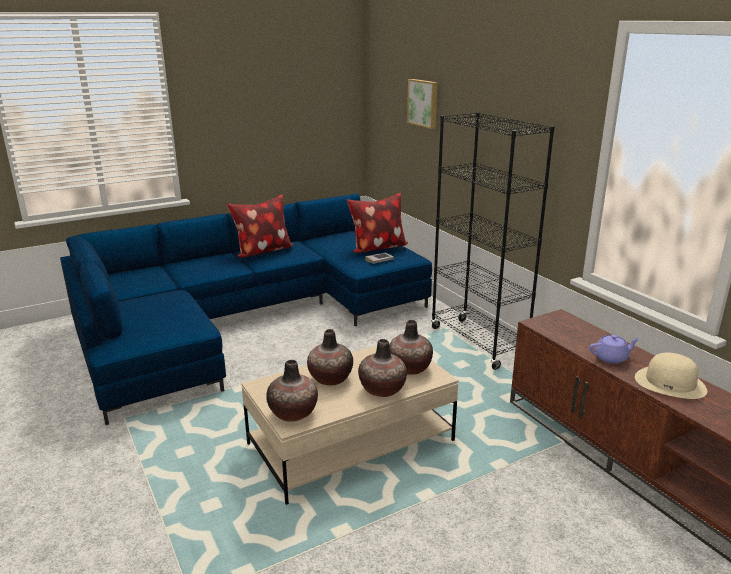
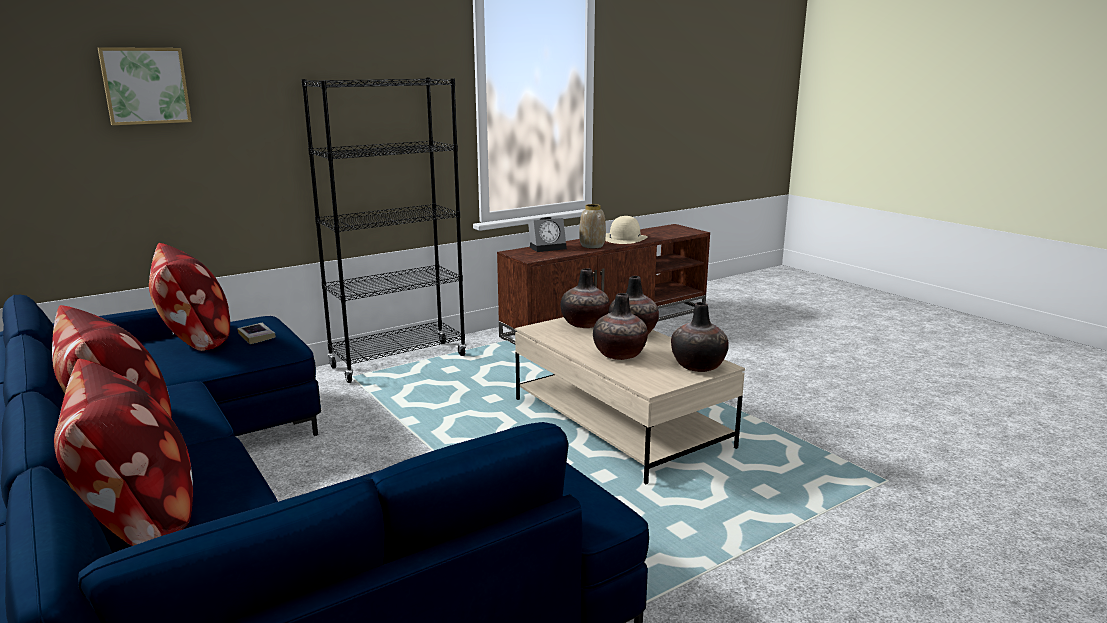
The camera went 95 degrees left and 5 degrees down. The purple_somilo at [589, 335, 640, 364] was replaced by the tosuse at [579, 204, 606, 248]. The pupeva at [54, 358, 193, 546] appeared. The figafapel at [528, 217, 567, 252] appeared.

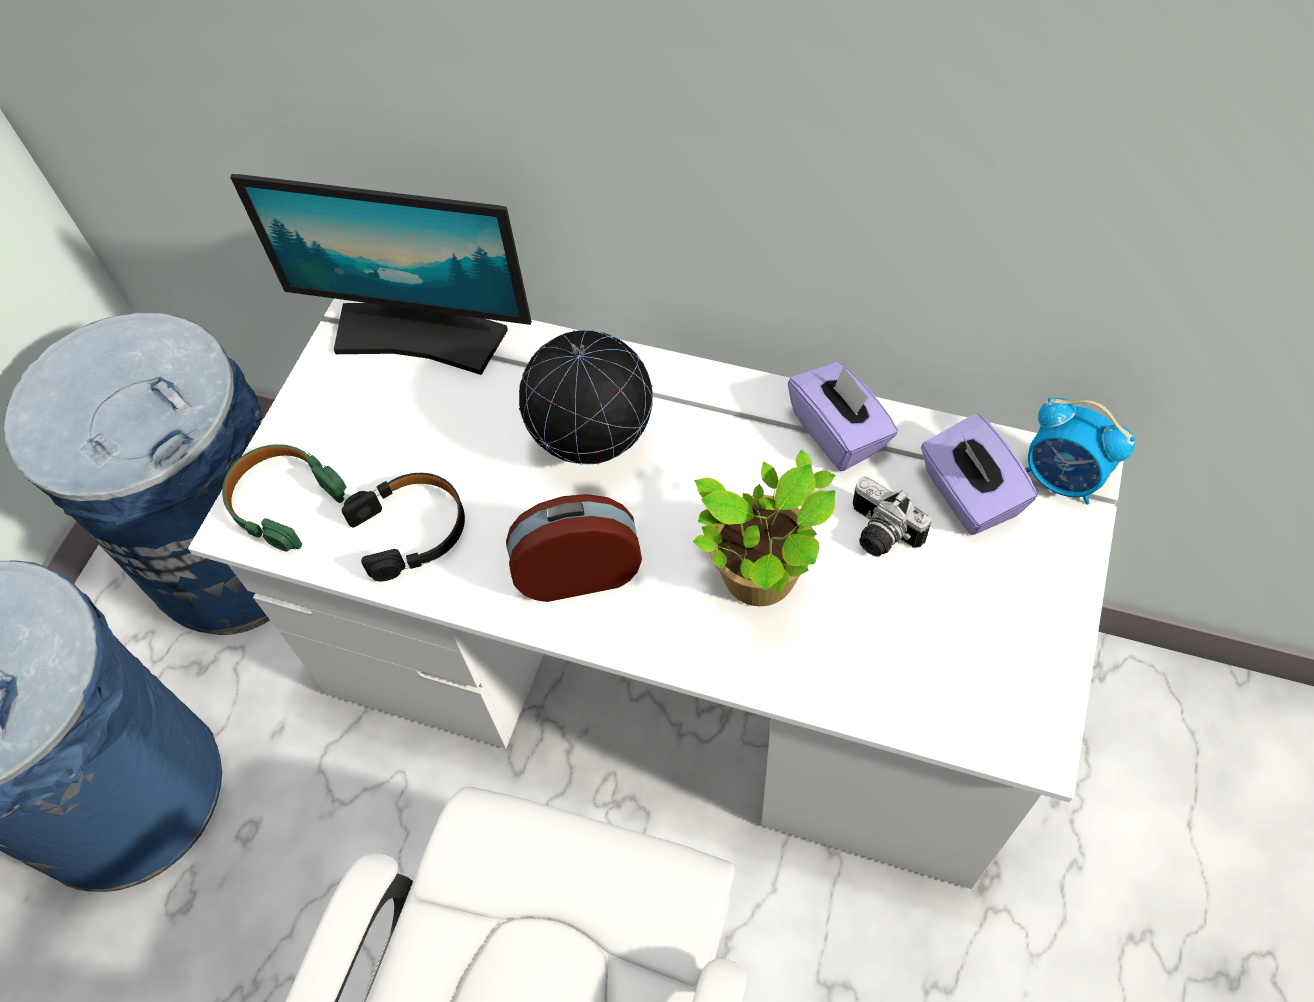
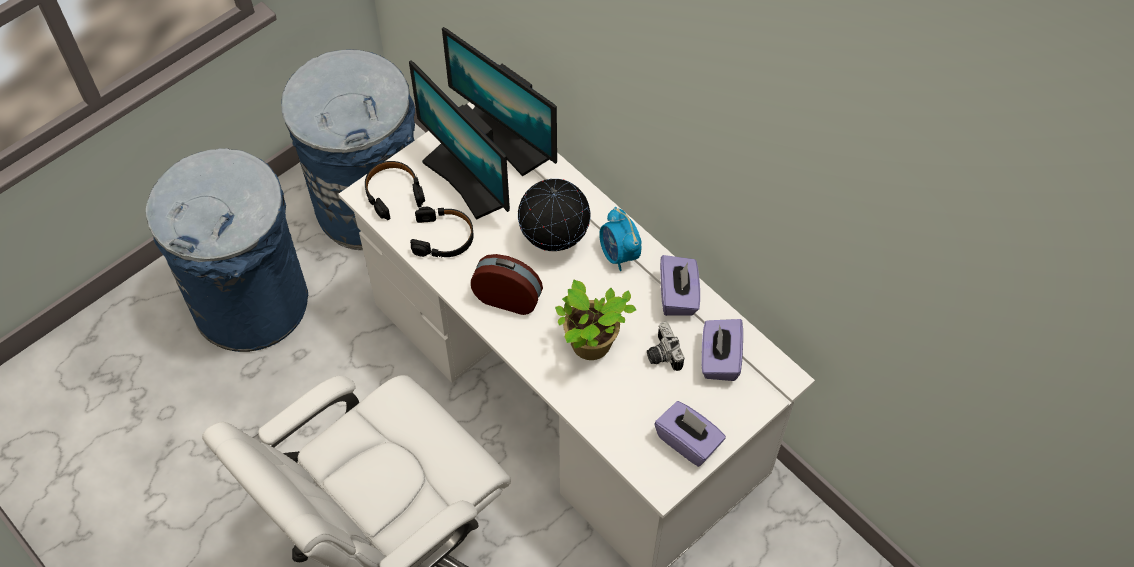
The camera went 25 degrees right and 0 degrees up. The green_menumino at [222, 444, 346, 551] became the black_menumino at [365, 161, 425, 220]. The figafapel moved from [1025, 397, 1136, 504] to [599, 207, 642, 271]. The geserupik at [409, 60, 510, 220] appeared. The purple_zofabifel at [654, 401, 726, 467] appeared.

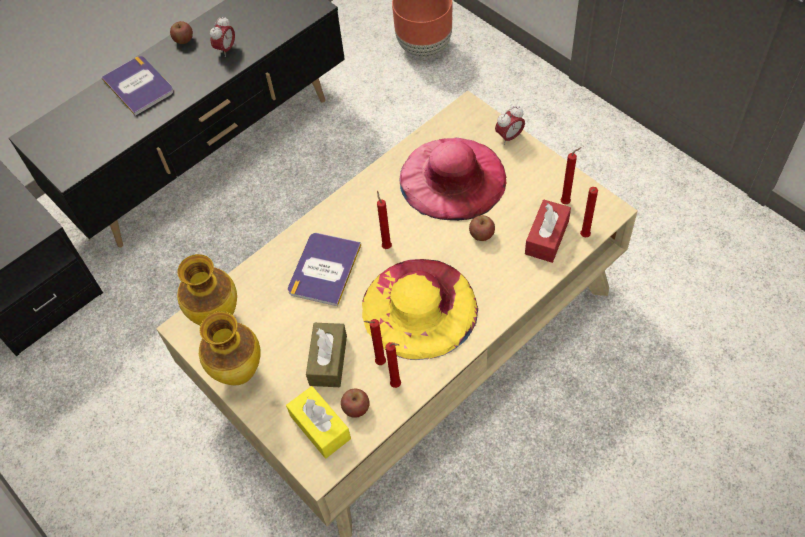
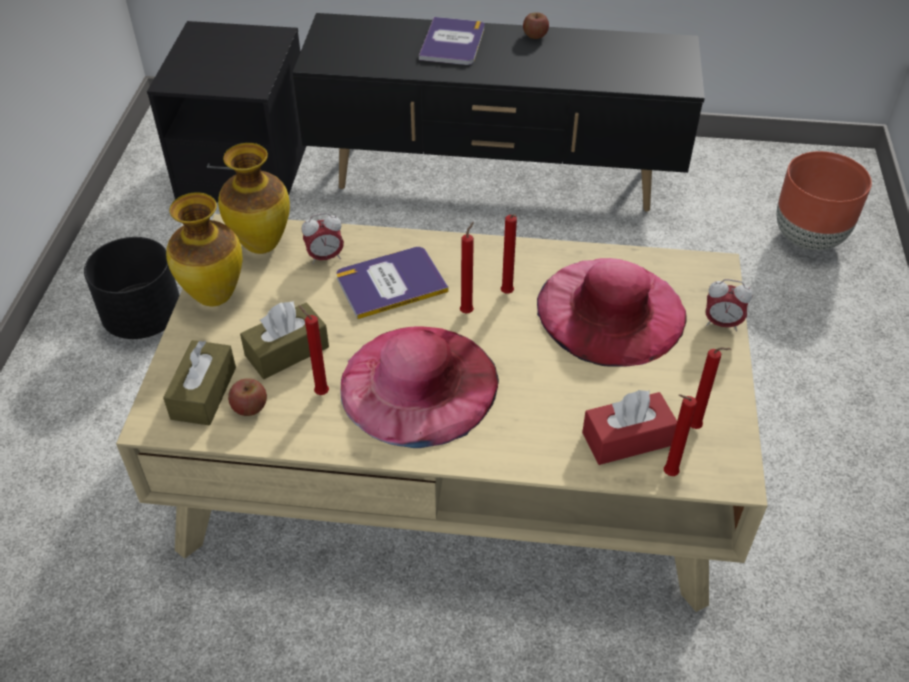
The camera went 45 degrees right and 10 degrees down. The figafapel moved from [210, 16, 235, 57] to [302, 213, 344, 265]. The yellow_zofabifel at [286, 386, 351, 458] became the brown_zofabifel at [163, 340, 236, 425]. The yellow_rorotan at [362, 259, 478, 360] became the pink_rorotan at [341, 326, 499, 448]. The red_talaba moved from [385, 342, 401, 388] to [501, 214, 517, 293]. The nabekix at [469, 215, 495, 241] disappeared. The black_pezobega at [84, 237, 180, 339] appeared.

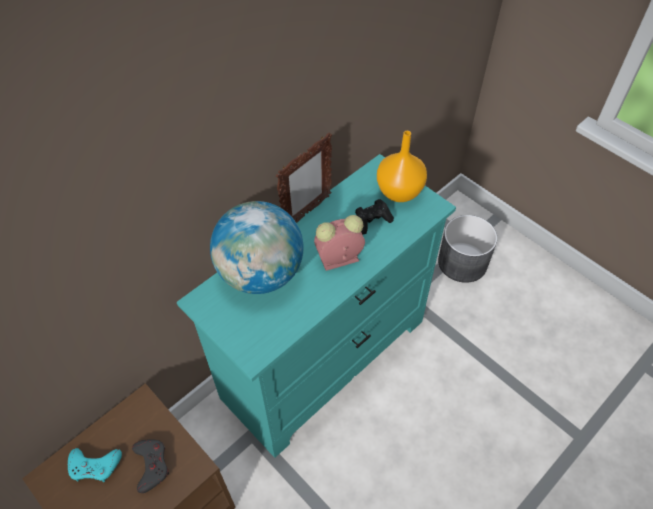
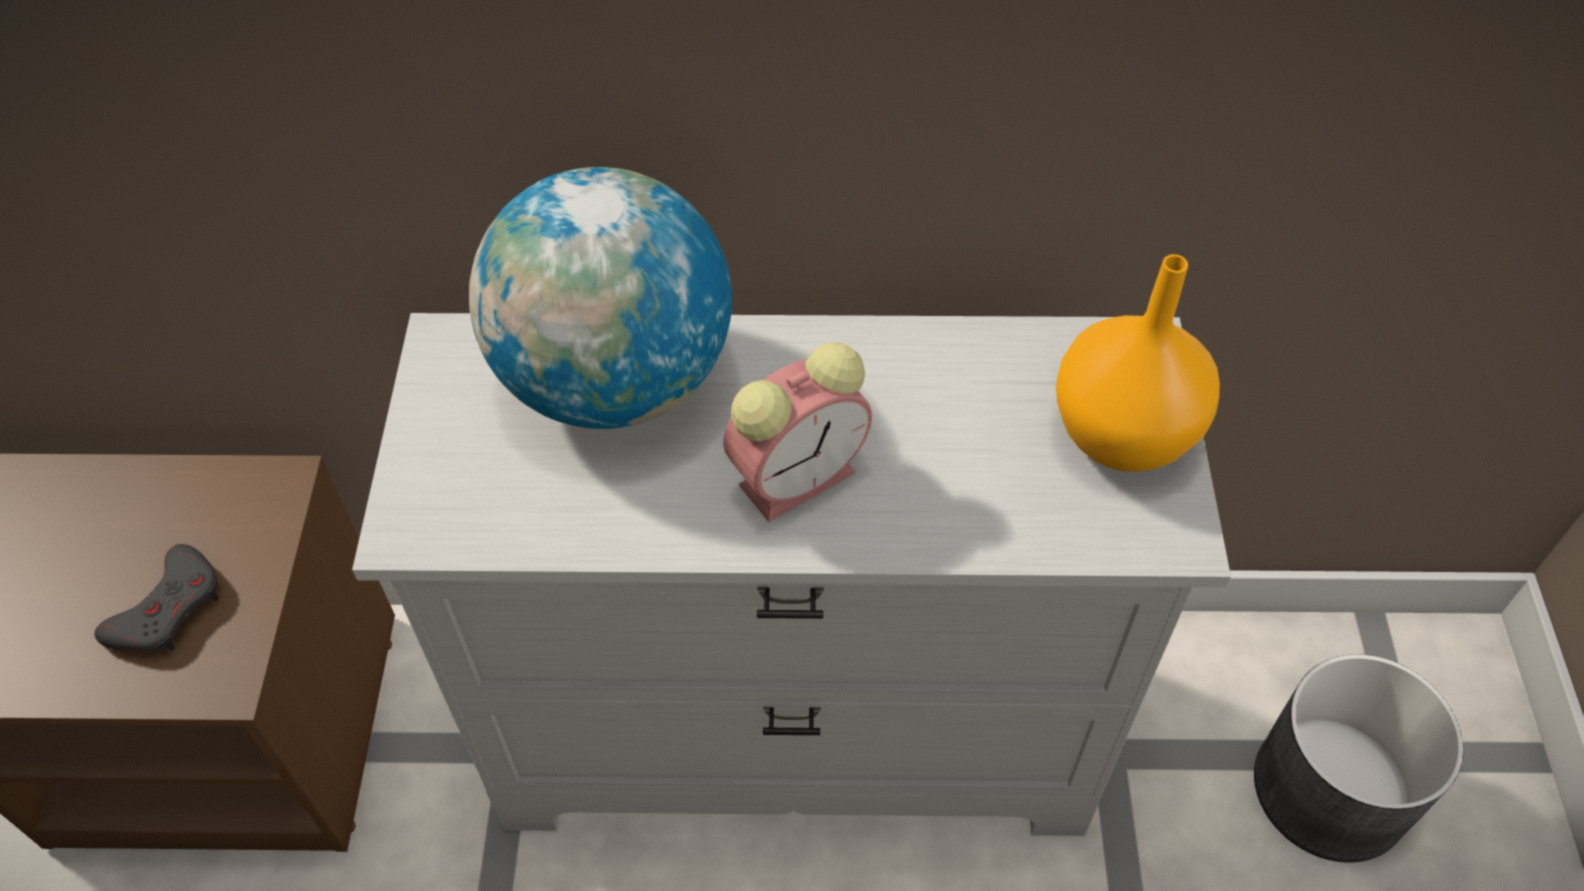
The camera went 45 degrees right and 0 degrees up. The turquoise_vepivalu at [68, 448, 122, 482] disappeared. The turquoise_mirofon at [177, 154, 456, 458] became the white_mirofon at [352, 313, 1231, 836]. The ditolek at [276, 132, 332, 223] disappeared. The figafapel at [314, 215, 365, 271] turned 120 degrees clockwise. The black_vepivalu at [355, 199, 394, 235] disappeared.

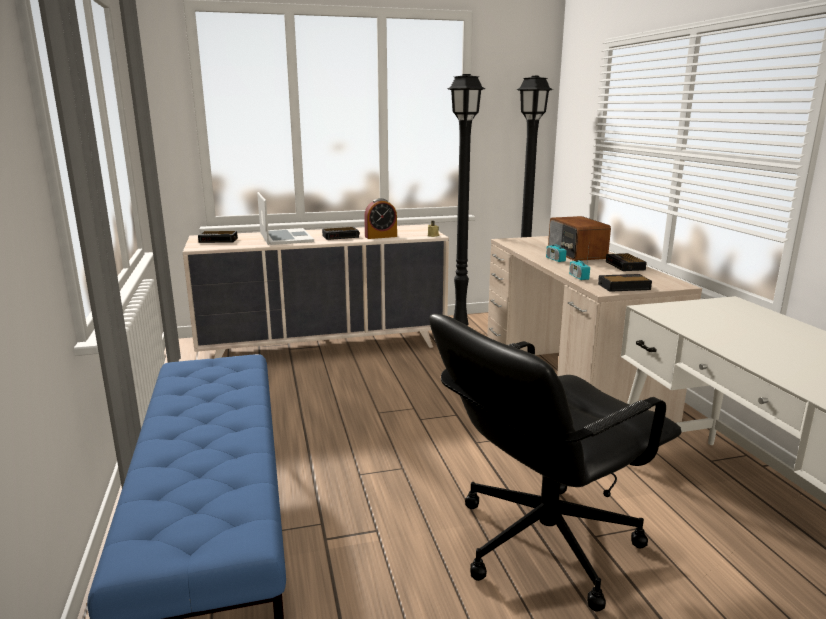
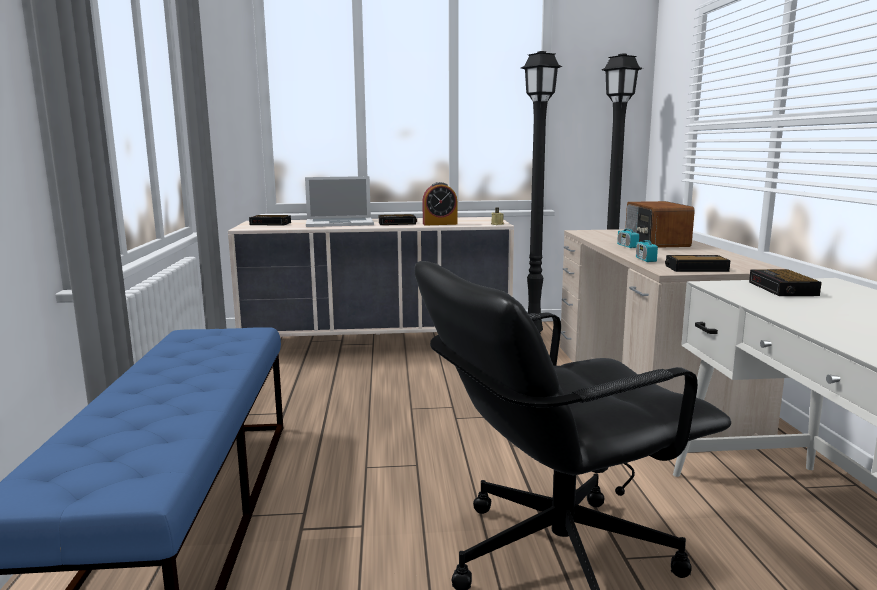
The camera went 10 degrees right and 5 degrees down. The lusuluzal at [257, 192, 314, 245] turned 90 degrees clockwise. The figafapel moved from [606, 253, 647, 271] to [749, 269, 822, 296].

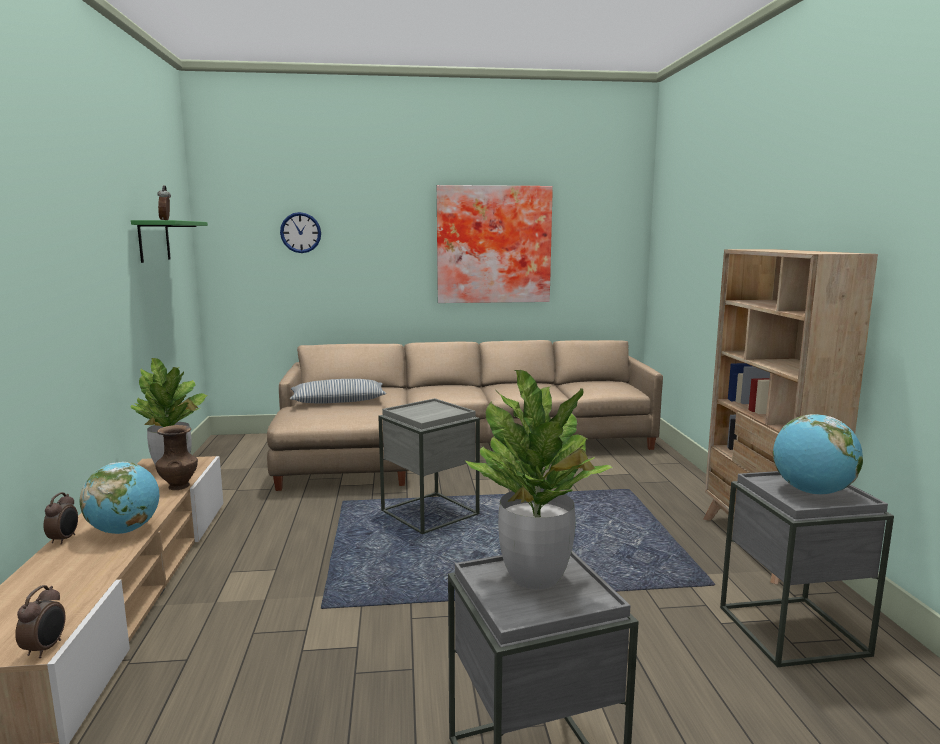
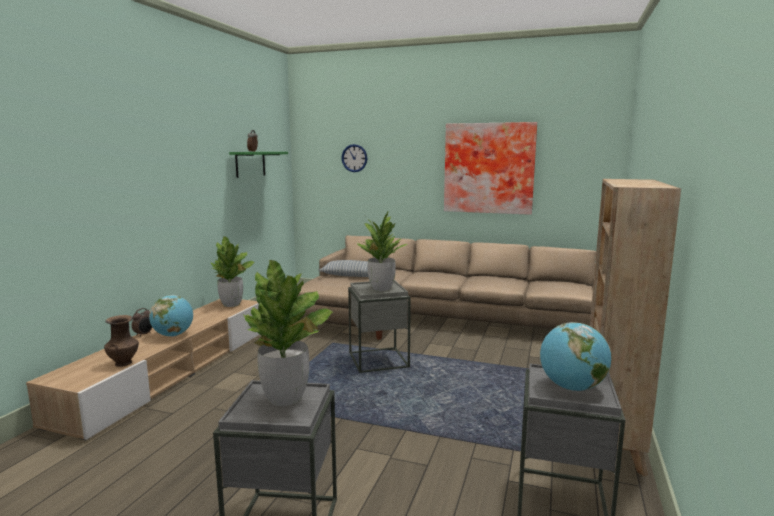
The camera went 25 degrees right and 0 degrees up. The figafapel at [15, 585, 65, 658] disappeared. The brown_tosuse moved from [155, 425, 198, 490] to [104, 315, 139, 367]. The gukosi at [357, 211, 408, 291] appeared.

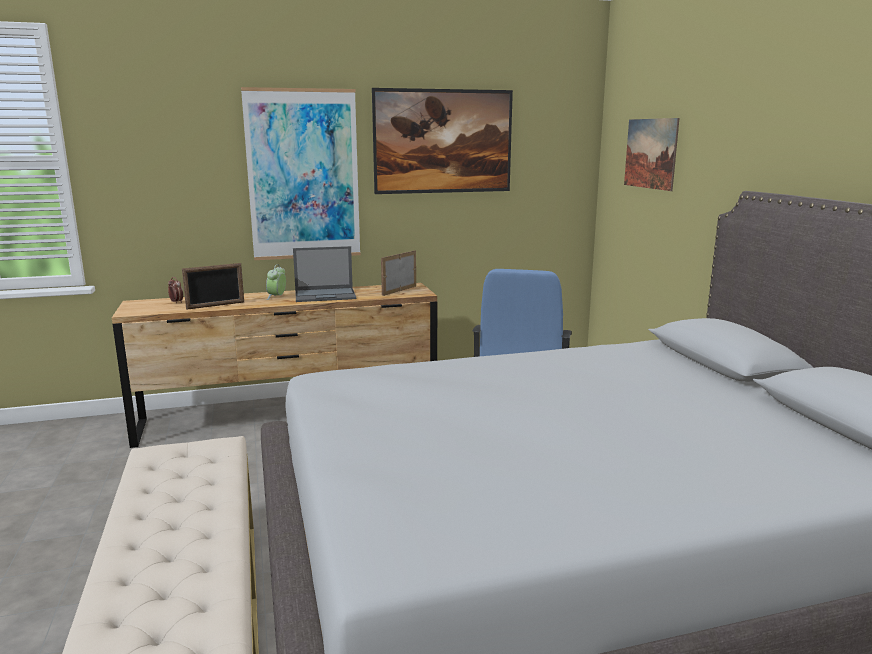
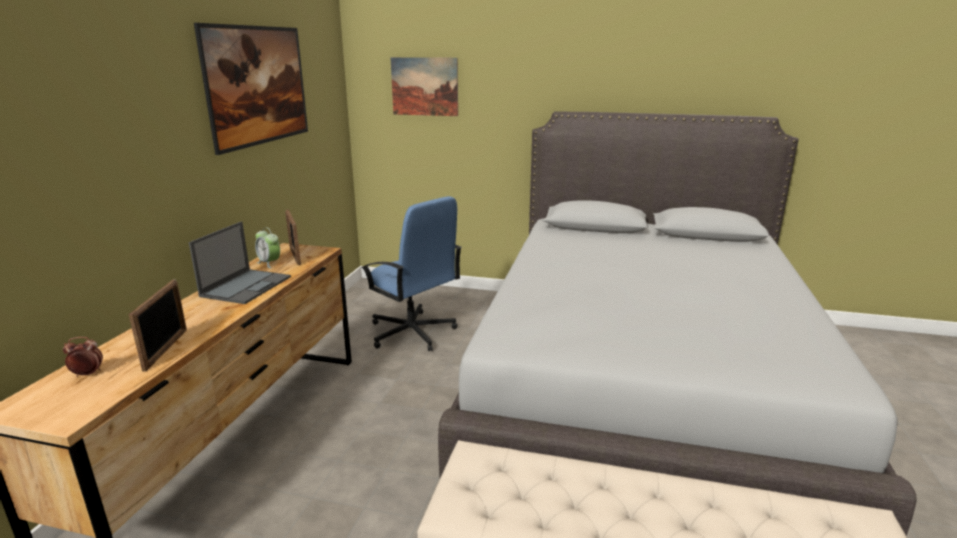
The camera went 60 degrees left and 5 degrees up. The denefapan at [241, 87, 361, 260] disappeared. The figafapel moved from [266, 264, 286, 300] to [255, 227, 280, 268].

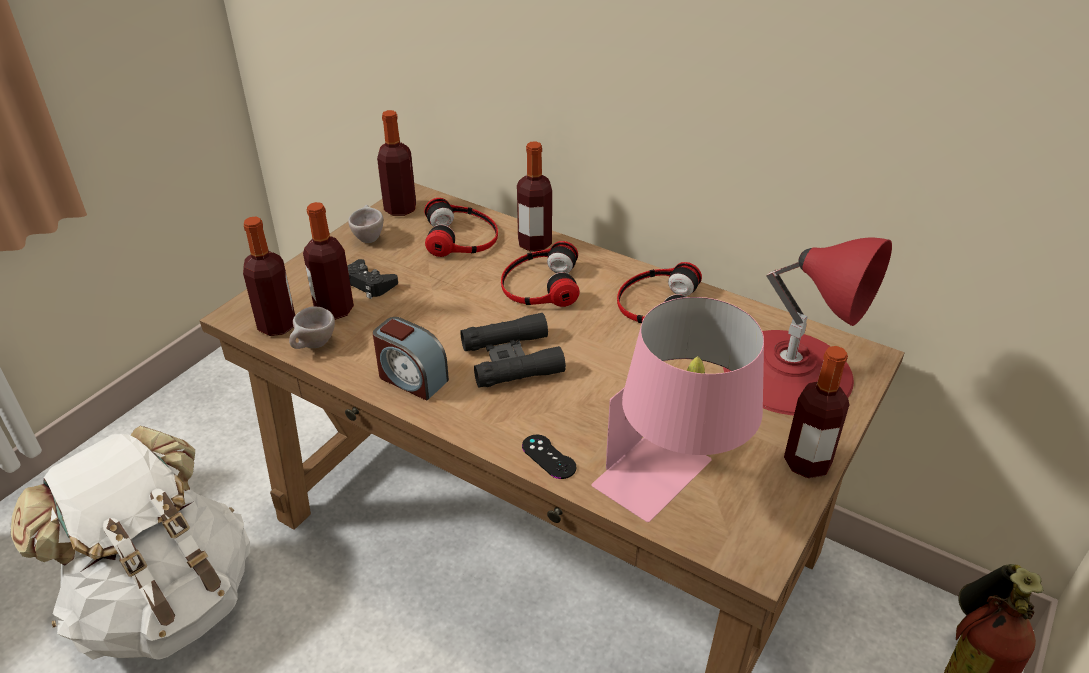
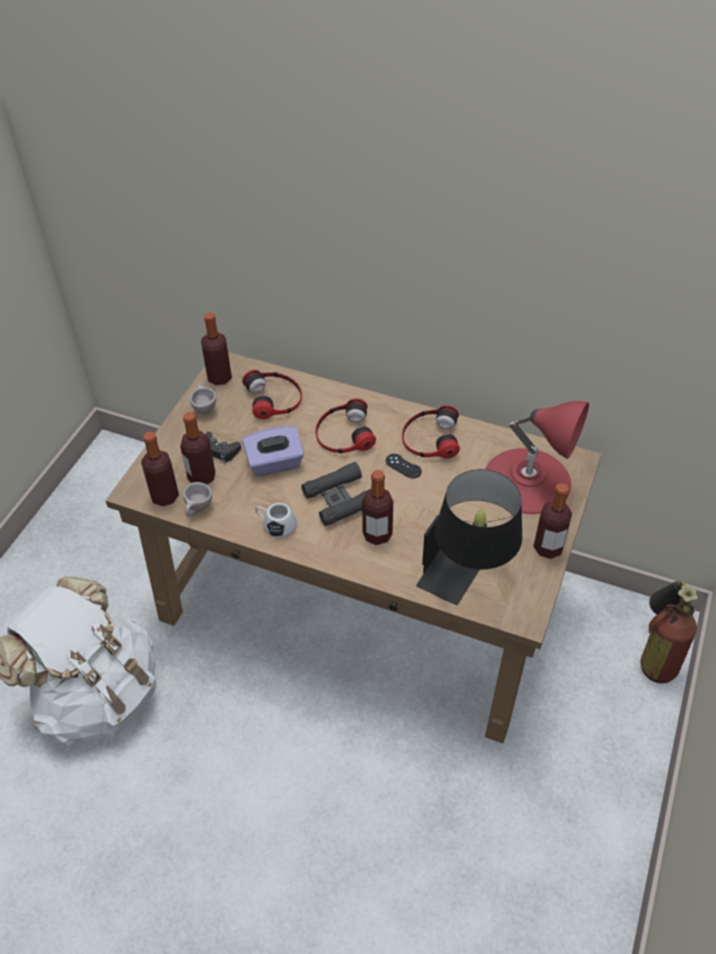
The camera went 10 degrees left and 10 degrees up. The figafapel at [373, 317, 449, 401] was replaced by the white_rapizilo at [255, 503, 297, 538]. The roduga moved from [517, 141, 552, 252] to [362, 470, 393, 545]. The black_vepivalu moved from [522, 435, 576, 479] to [386, 454, 422, 479]. The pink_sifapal at [592, 297, 764, 522] became the black_sifapal at [416, 469, 522, 605]. The purple_zofabifel at [242, 426, 304, 476] appeared.

